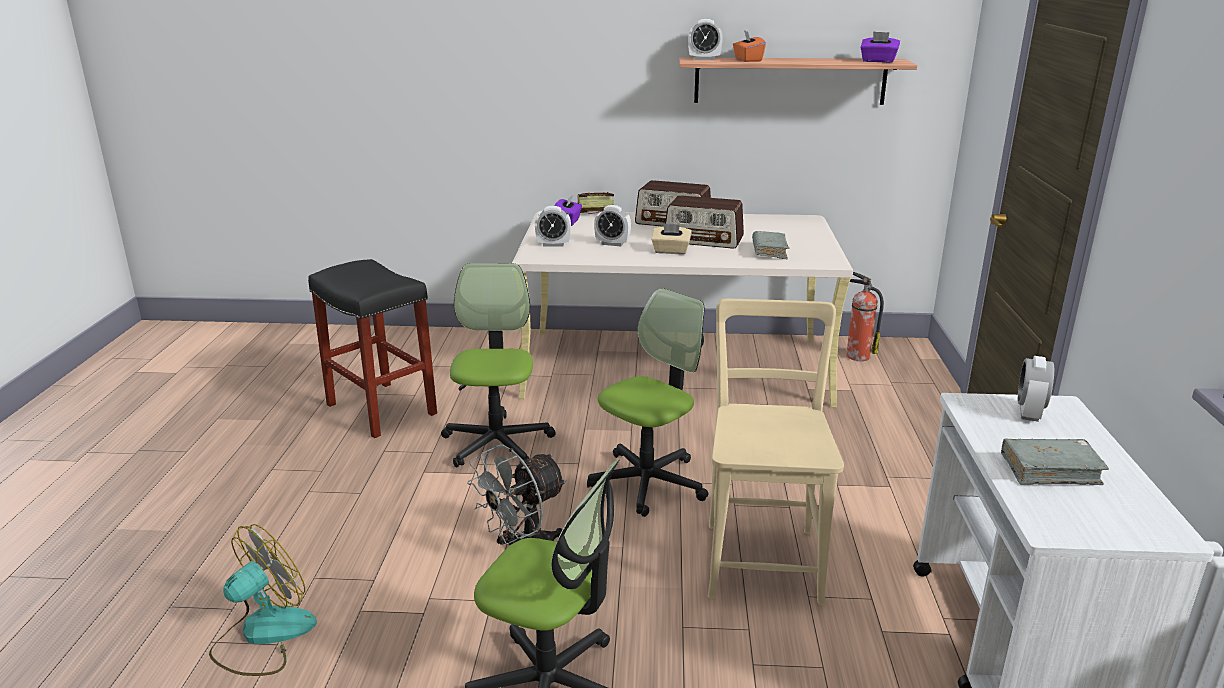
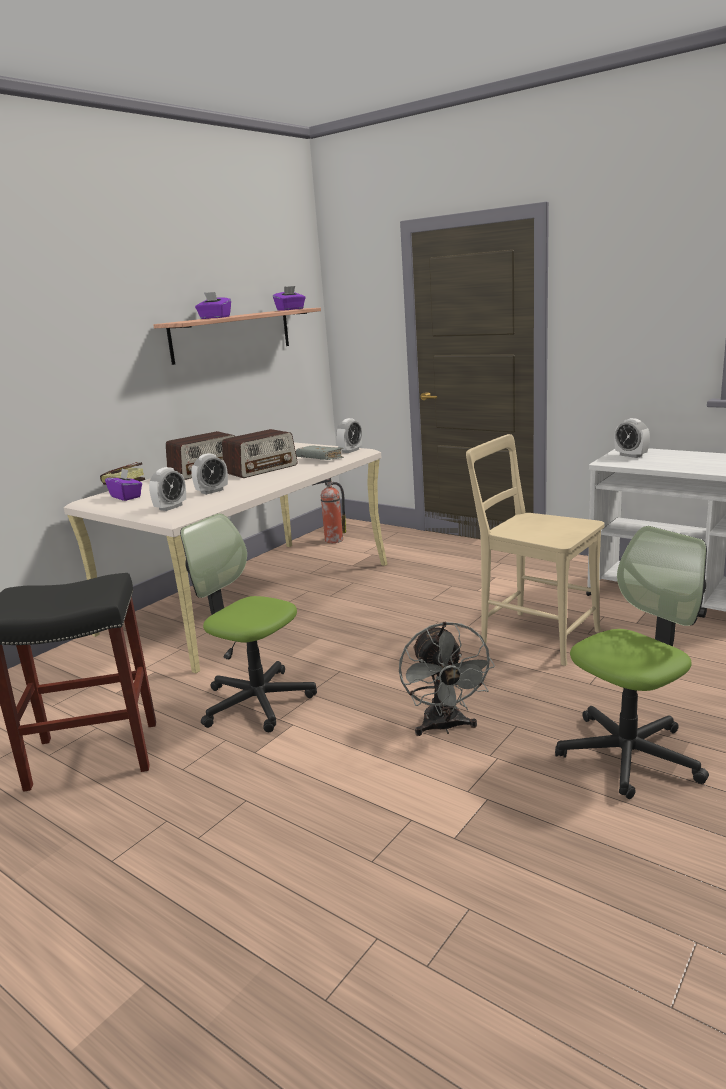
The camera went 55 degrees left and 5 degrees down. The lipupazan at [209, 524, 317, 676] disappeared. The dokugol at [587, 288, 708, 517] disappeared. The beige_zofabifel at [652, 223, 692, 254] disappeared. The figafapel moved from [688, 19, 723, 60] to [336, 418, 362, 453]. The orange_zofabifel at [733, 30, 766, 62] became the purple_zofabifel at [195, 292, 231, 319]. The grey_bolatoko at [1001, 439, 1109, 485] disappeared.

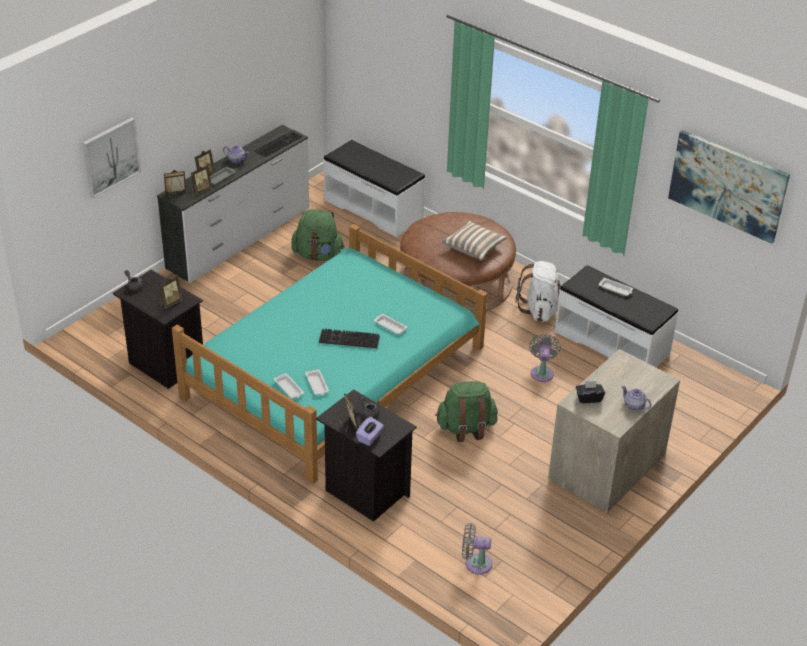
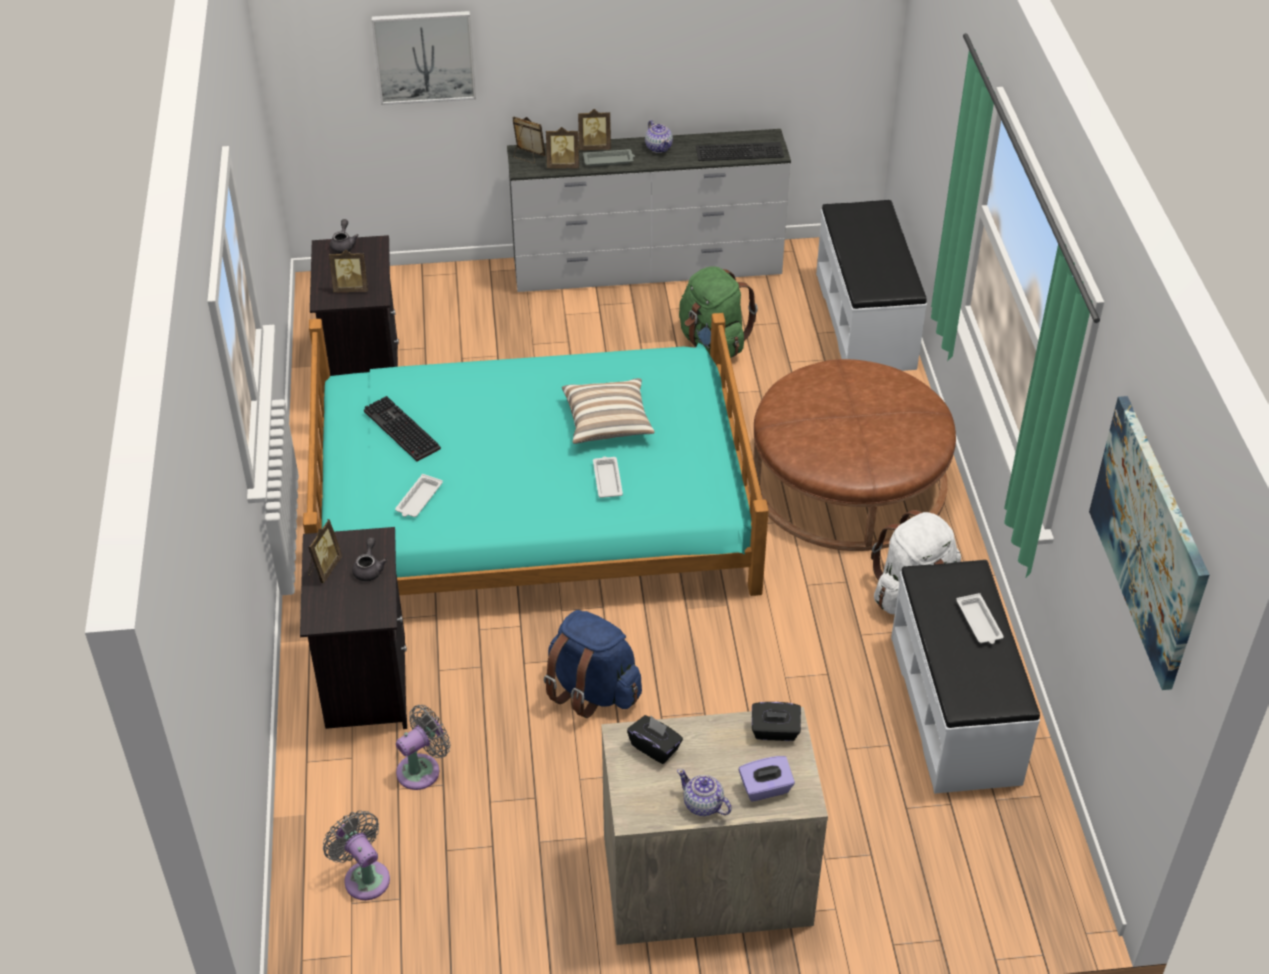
The camera went 45 degrees right and 5 degrees up. The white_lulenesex at [274, 373, 304, 398] disappeared. The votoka moved from [319, 329, 380, 348] to [364, 396, 441, 461]. The purple_zofabifel moved from [356, 417, 384, 446] to [739, 756, 795, 801]. The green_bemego at [435, 381, 498, 442] became the blue_bemego at [544, 610, 642, 718]. The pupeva moved from [442, 221, 507, 261] to [562, 378, 655, 444]. The grey_lipupazan moved from [529, 334, 561, 382] to [396, 705, 450, 790]. The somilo at [621, 386, 651, 411] turned 45 degrees counterclockwise. The black_zofabifel at [752, 702, 801, 741] appeared.

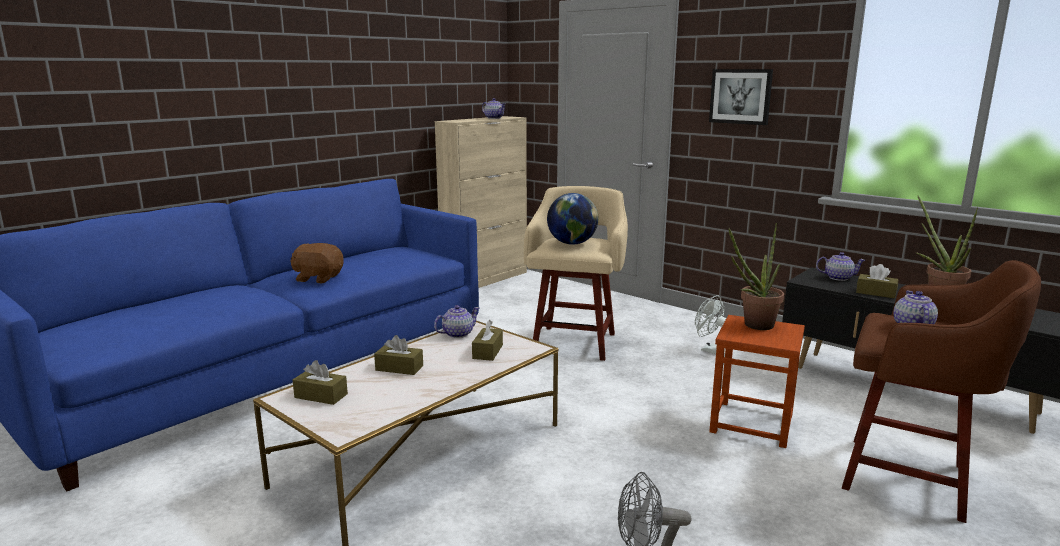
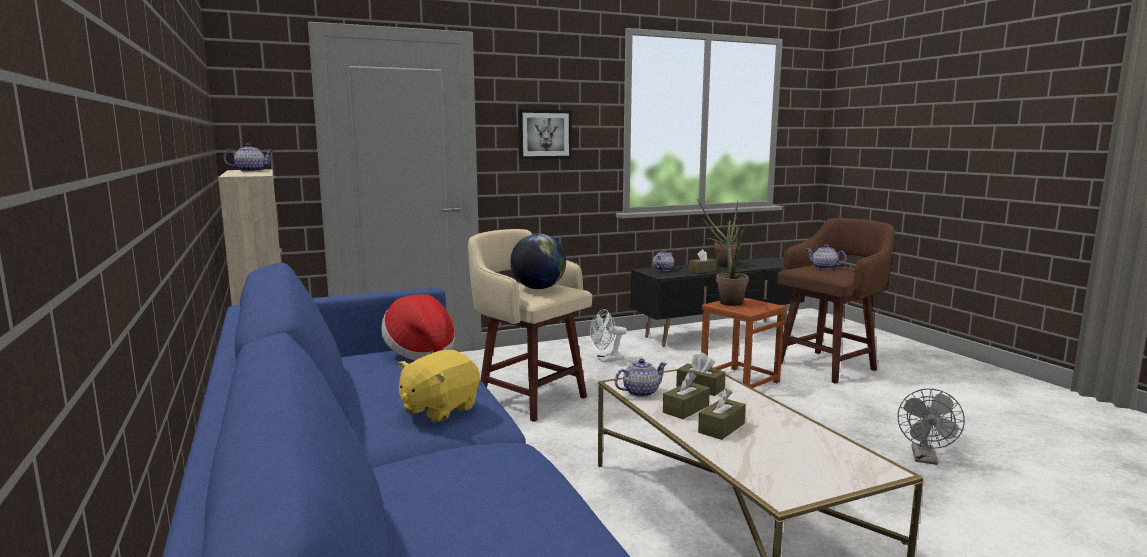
The camera went 65 degrees left and 5 degrees down. The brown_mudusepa at [290, 243, 344, 283] became the yellow_mudusepa at [398, 350, 480, 422]. The brown_zofabifel moved from [293, 360, 348, 405] to [663, 372, 710, 419]. The somilo at [434, 305, 479, 338] turned 75 degrees clockwise. The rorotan at [381, 294, 455, 360] appeared.

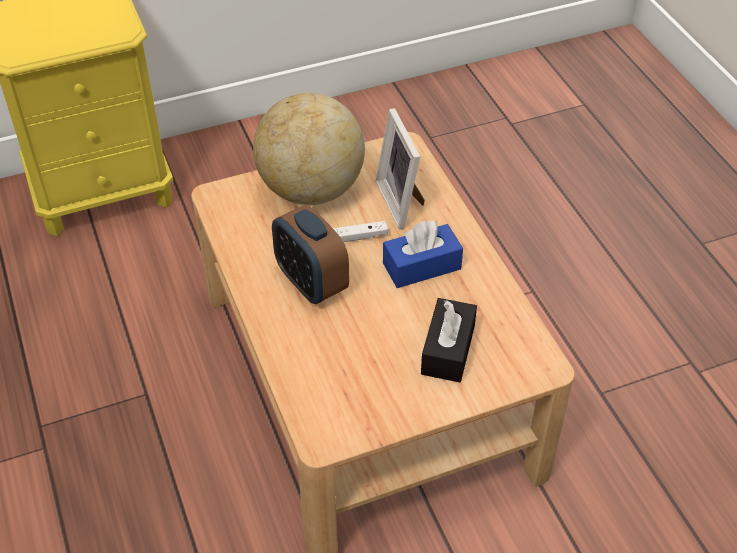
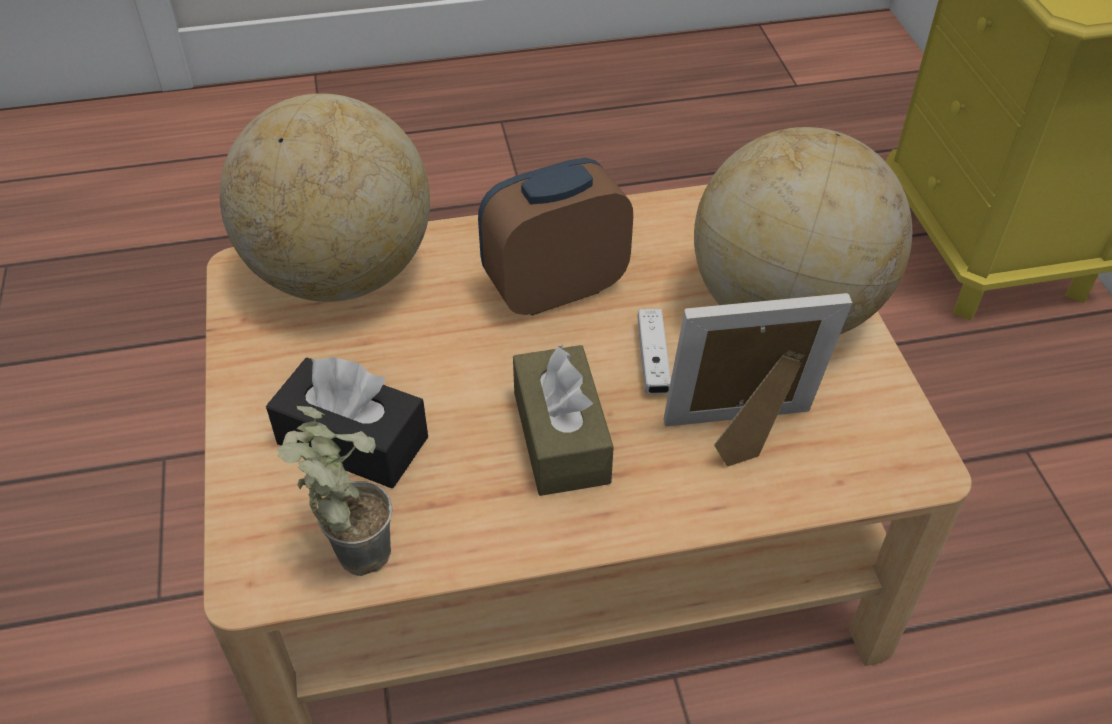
The camera went 100 degrees right and 0 degrees up. The blue_zofabifel at [383, 221, 463, 288] became the brown_zofabifel at [513, 344, 614, 496]. The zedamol at [220, 93, 430, 302] appeared. The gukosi at [278, 406, 392, 576] appeared.

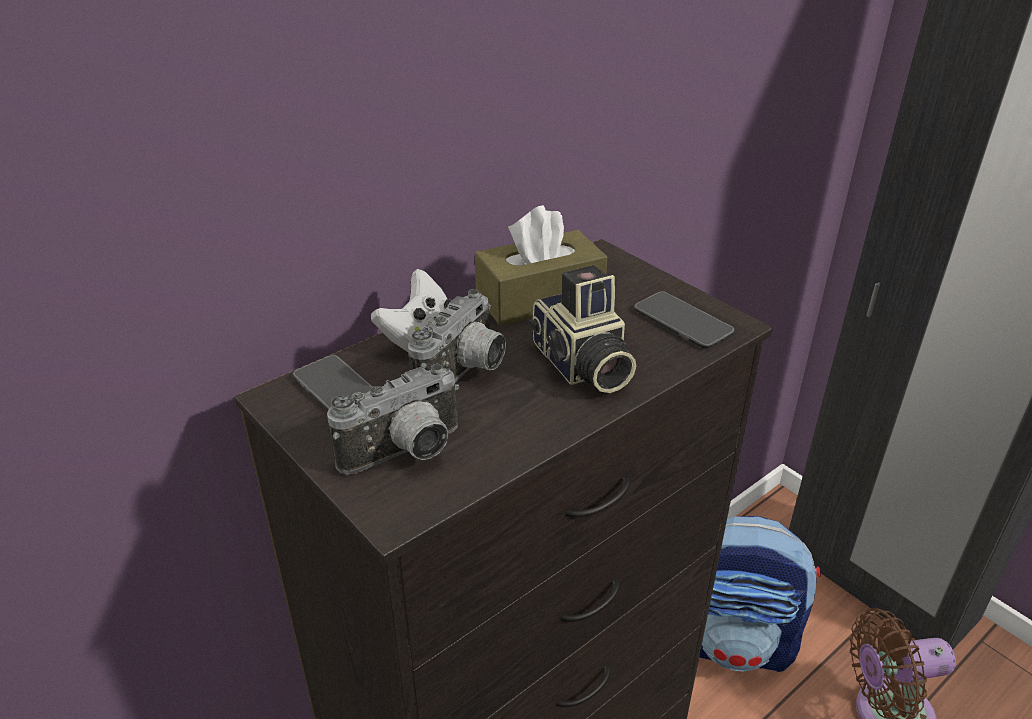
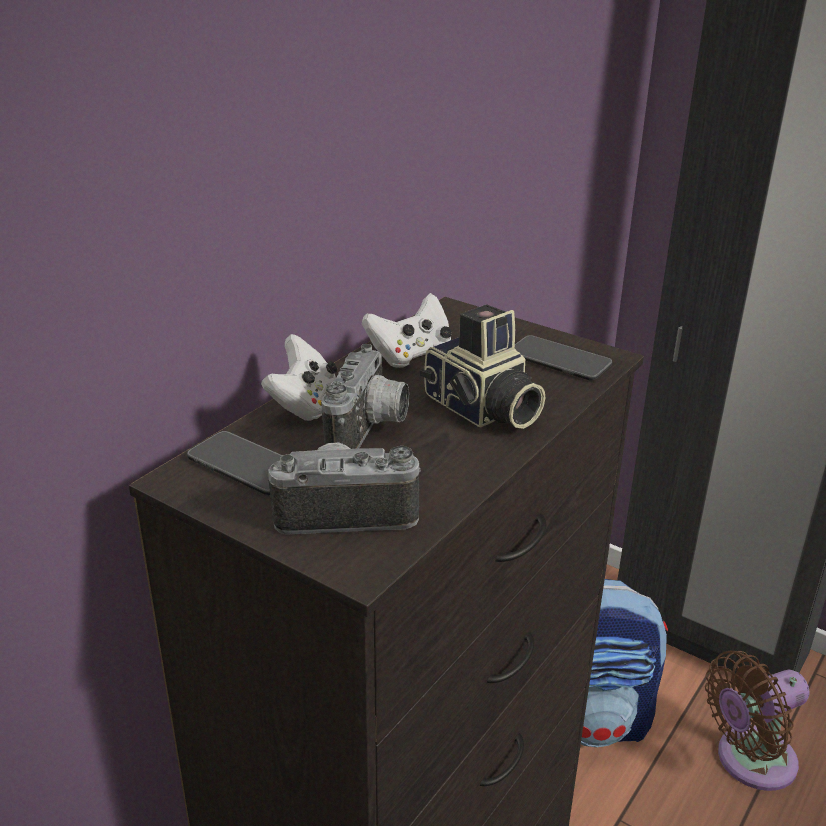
The camera went 15 degrees left and 5 degrees down. The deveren at [327, 364, 460, 475] turned 135 degrees counterclockwise. The brown_zofabifel at [475, 205, 607, 326] was replaced by the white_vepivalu at [362, 293, 451, 368].

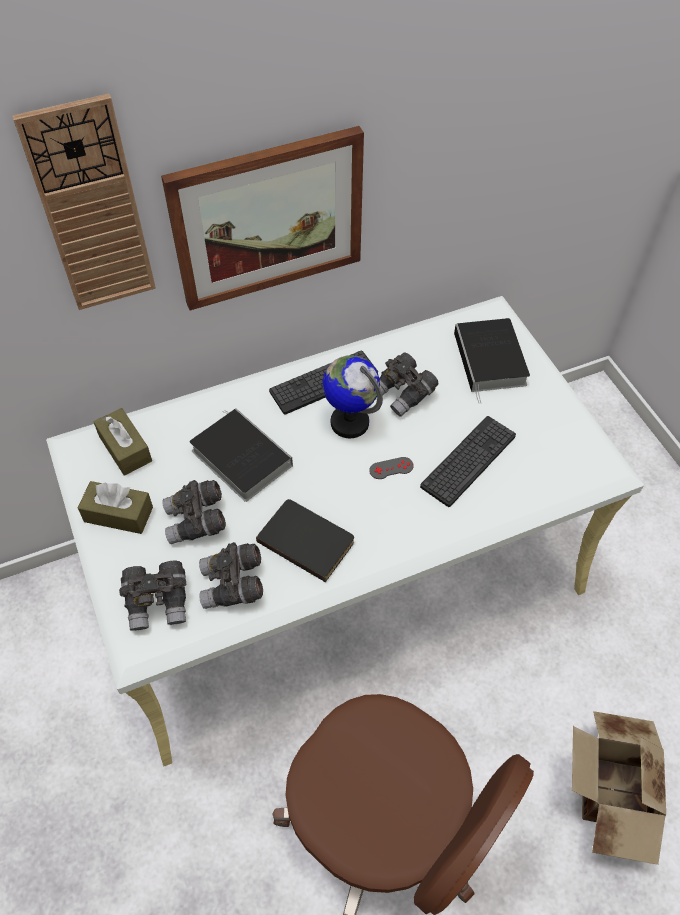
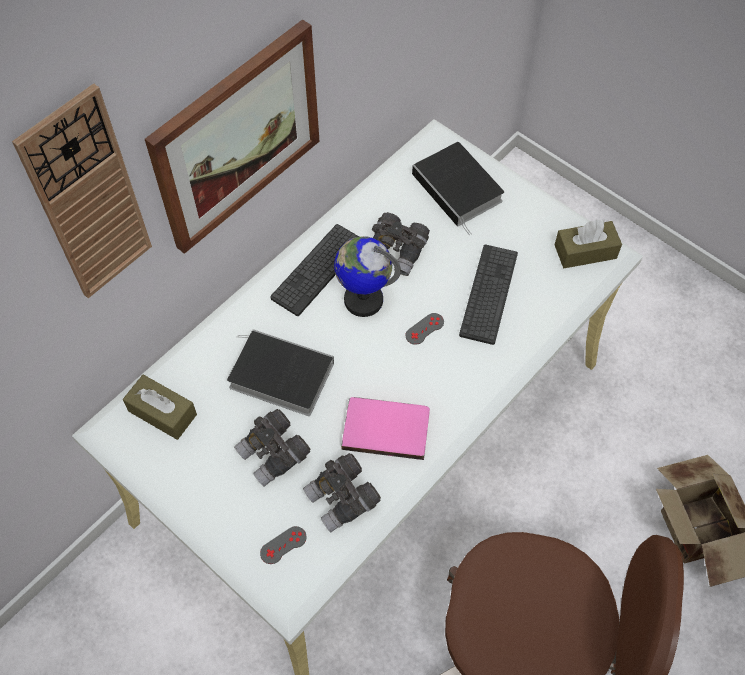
The camera went 25 degrees left and 5 degrees up. The brown_zofabifel moved from [78, 481, 153, 534] to [555, 219, 622, 268]. The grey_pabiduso at [119, 561, 186, 631] was replaced by the grey_vepivalu at [260, 526, 307, 564]. The black_bolatoko at [256, 499, 354, 582] became the pink_bolatoko at [341, 397, 430, 460].

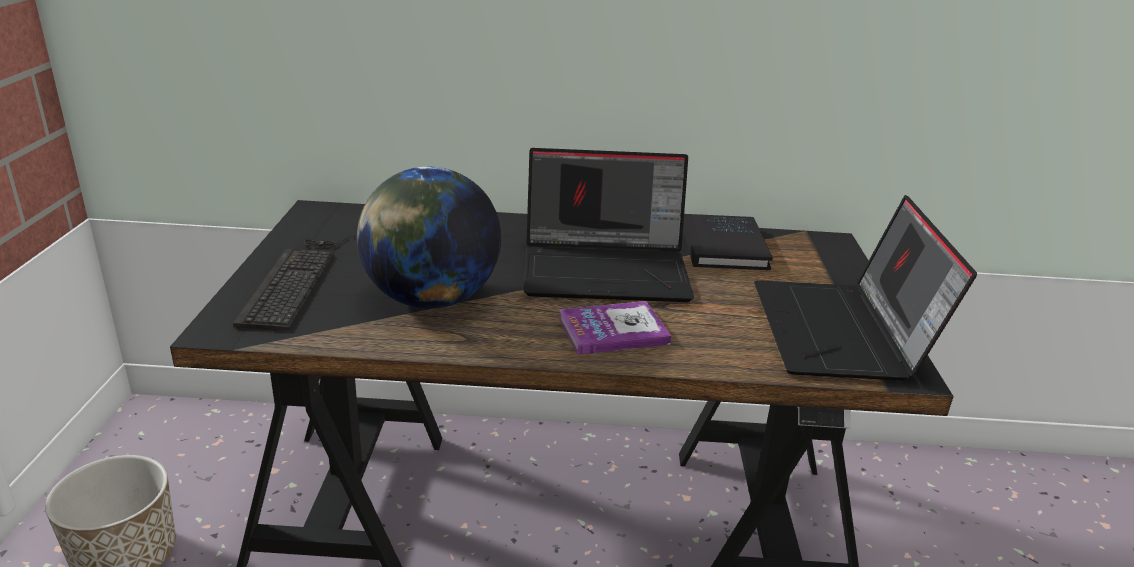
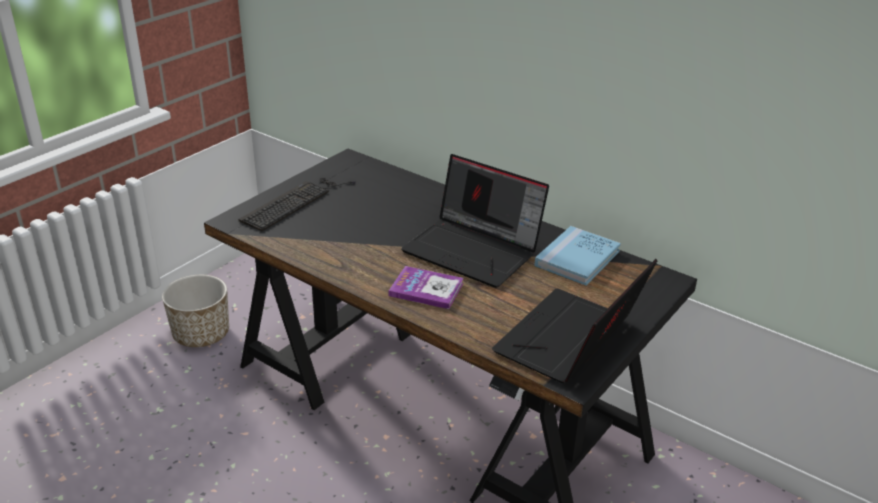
The camera went 35 degrees right and 5 degrees up. The zedamol at [357, 166, 501, 309] disappeared. The black_bolatoko at [683, 214, 773, 270] became the blue_bolatoko at [534, 226, 621, 285].

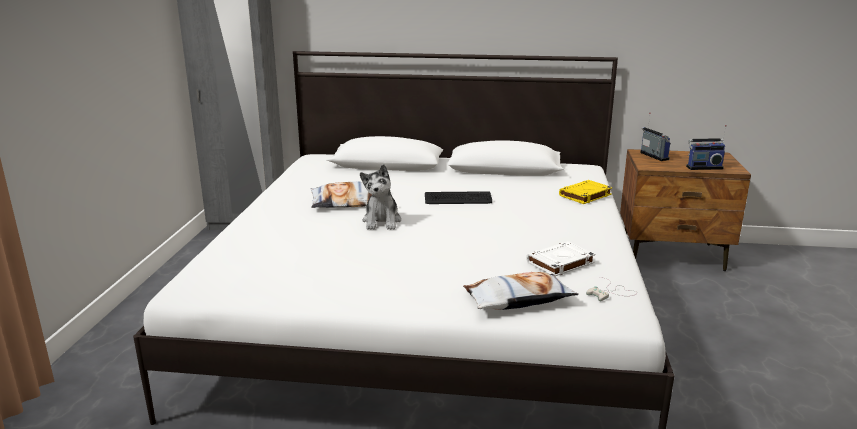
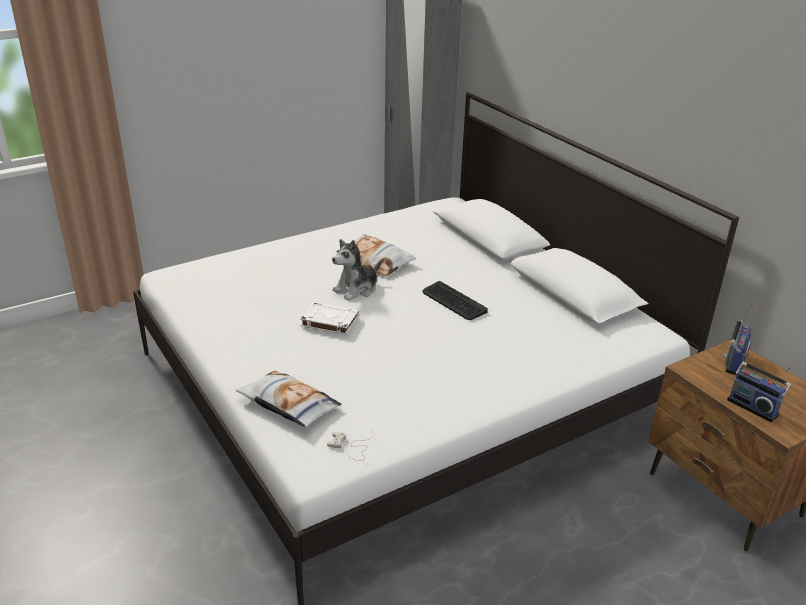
The camera went 50 degrees right and 10 degrees up. The white_bolatoko moved from [526, 241, 595, 276] to [300, 302, 359, 335]. The yellow_bolatoko at [559, 180, 612, 204] disappeared.

